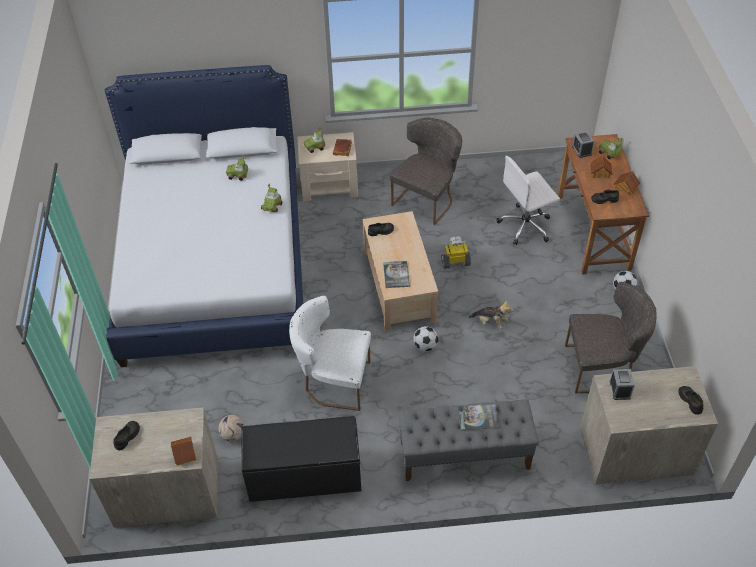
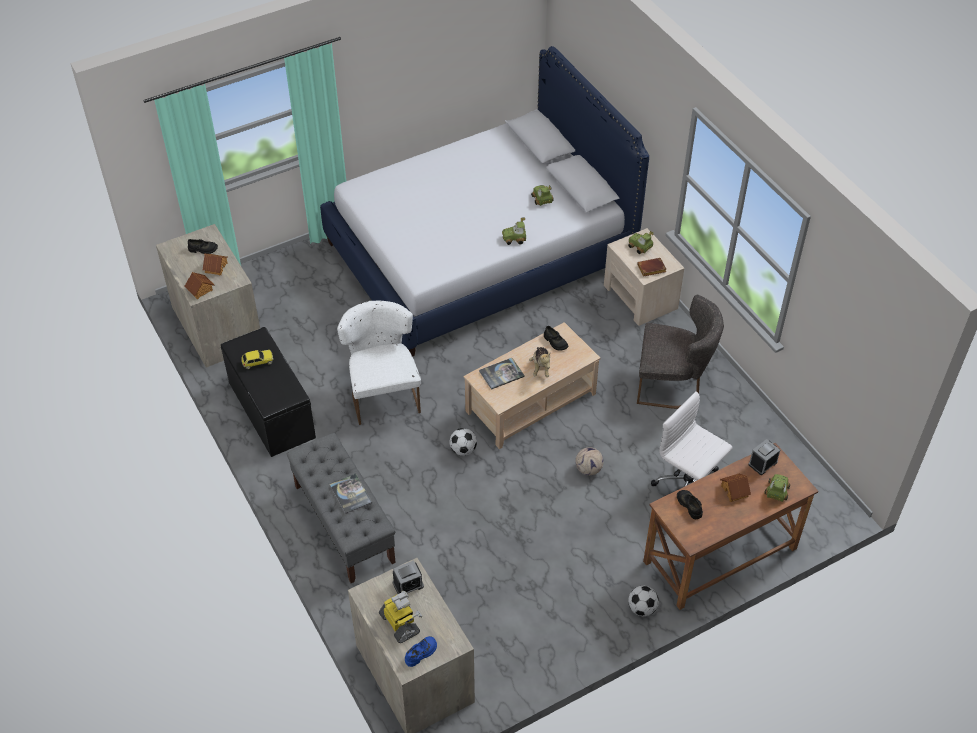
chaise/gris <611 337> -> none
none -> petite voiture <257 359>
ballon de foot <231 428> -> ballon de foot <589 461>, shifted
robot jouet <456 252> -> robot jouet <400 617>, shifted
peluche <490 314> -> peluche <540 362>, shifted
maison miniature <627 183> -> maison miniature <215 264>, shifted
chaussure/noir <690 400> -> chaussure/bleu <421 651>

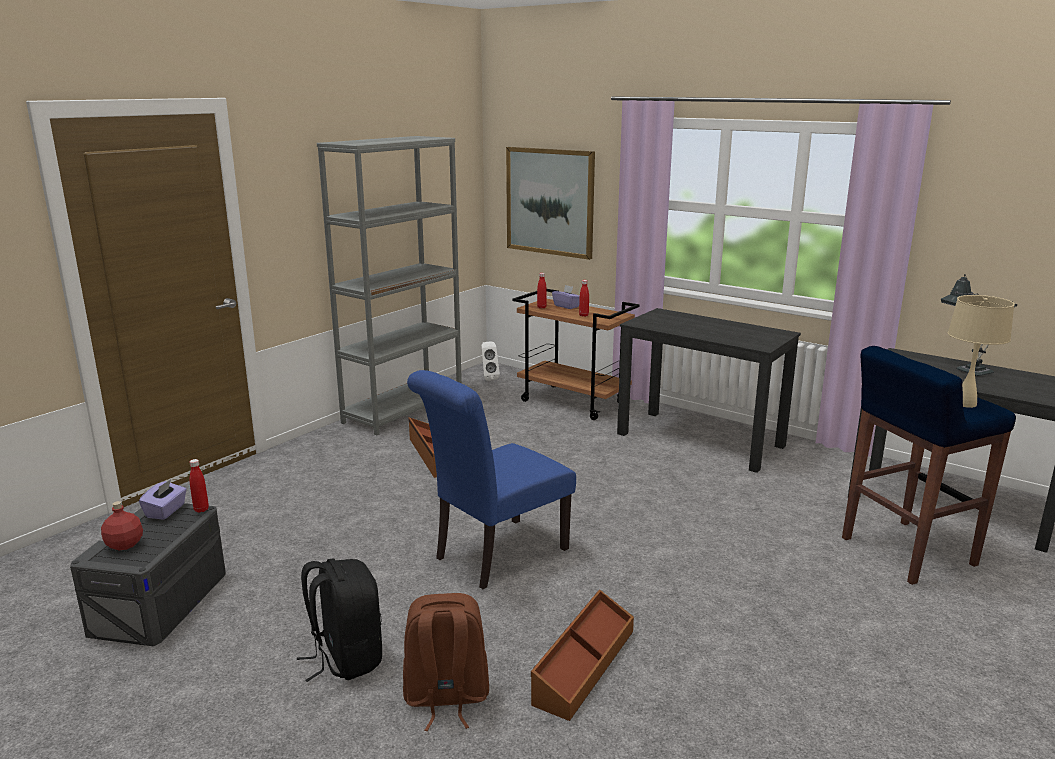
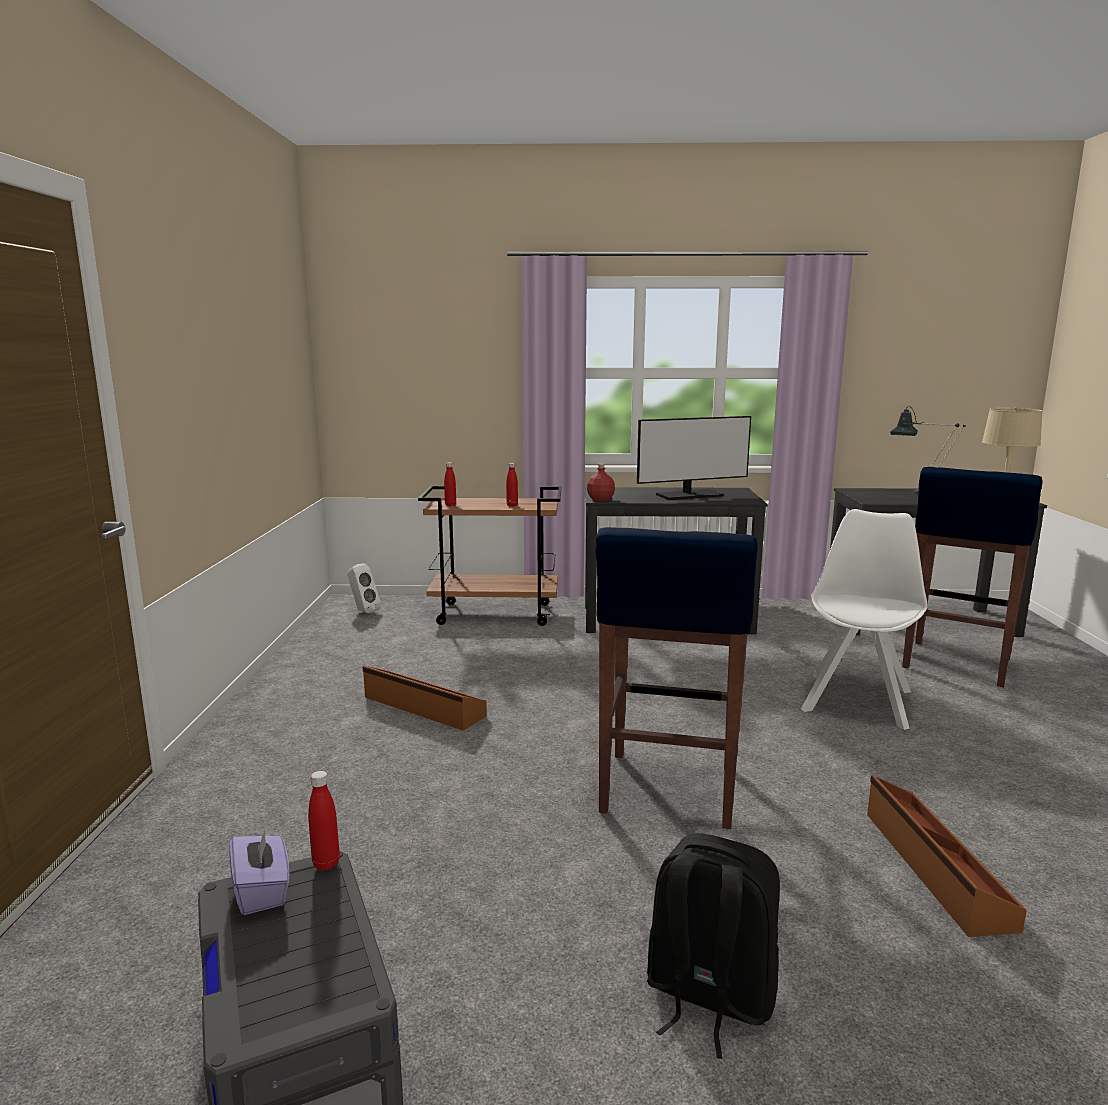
bibliothèque/gris <389 285> -> none
sac à dos/marron <446 662> -> none
tableau <550 203> -> none
boîte à mouchoirs/violet <566 297> -> none
none -> écran d'ordinateur <694 458>
none -> chaise/blanc <864 619>
bouteille/rouge <122 525> -> bouteille/rouge <601 482>, shifted
chaise/bleu <491 479> -> tabouret/bleu <677 678>

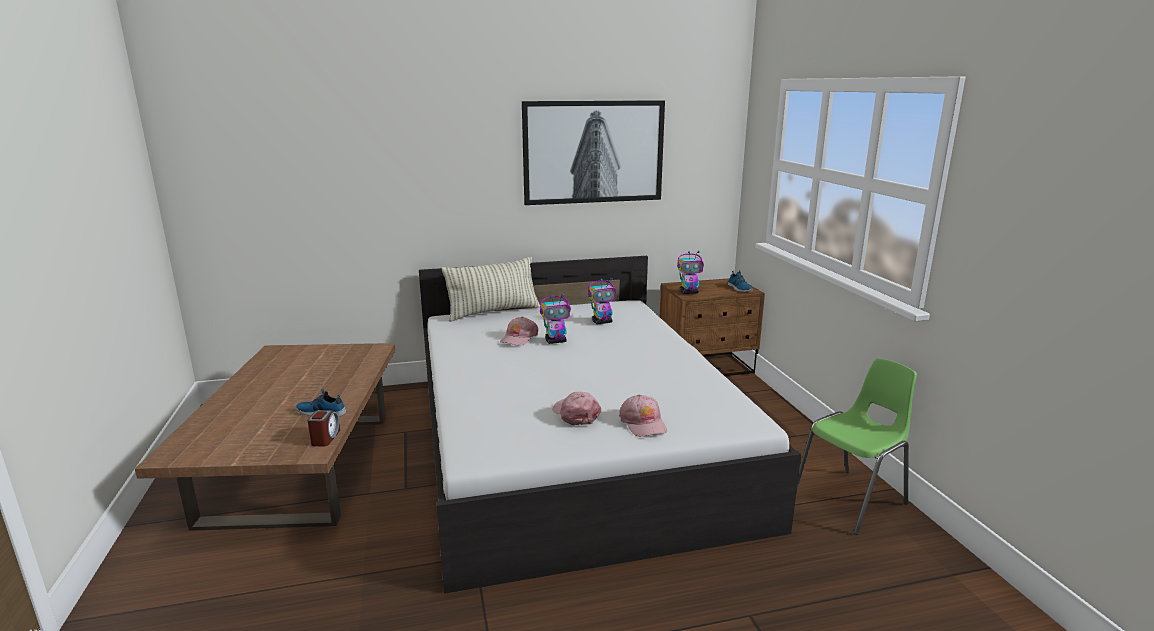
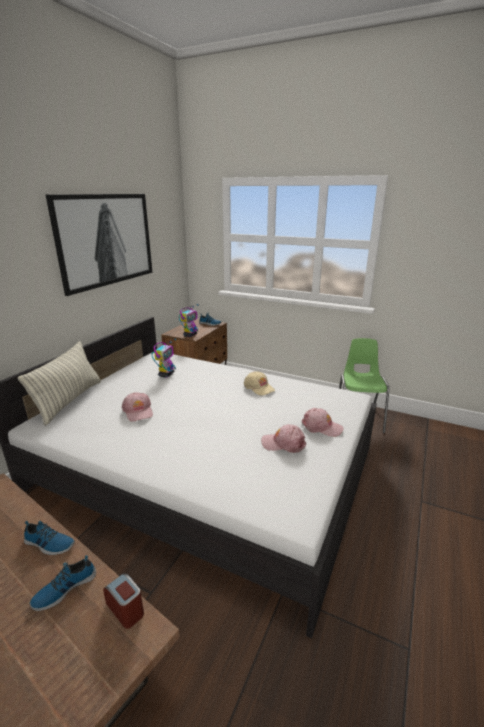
robot jouet <555 319> -> none
none -> chaussure <49 538>
none -> casquette/beige <259 383>

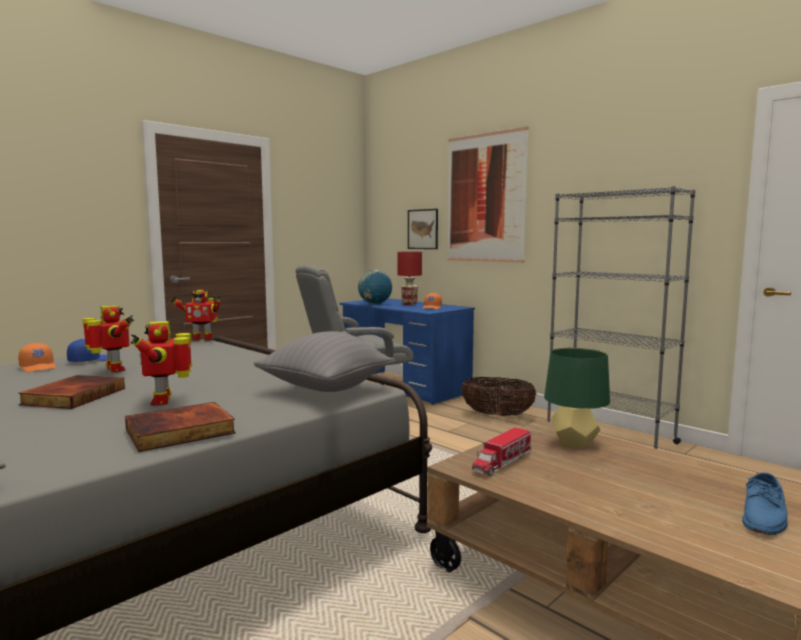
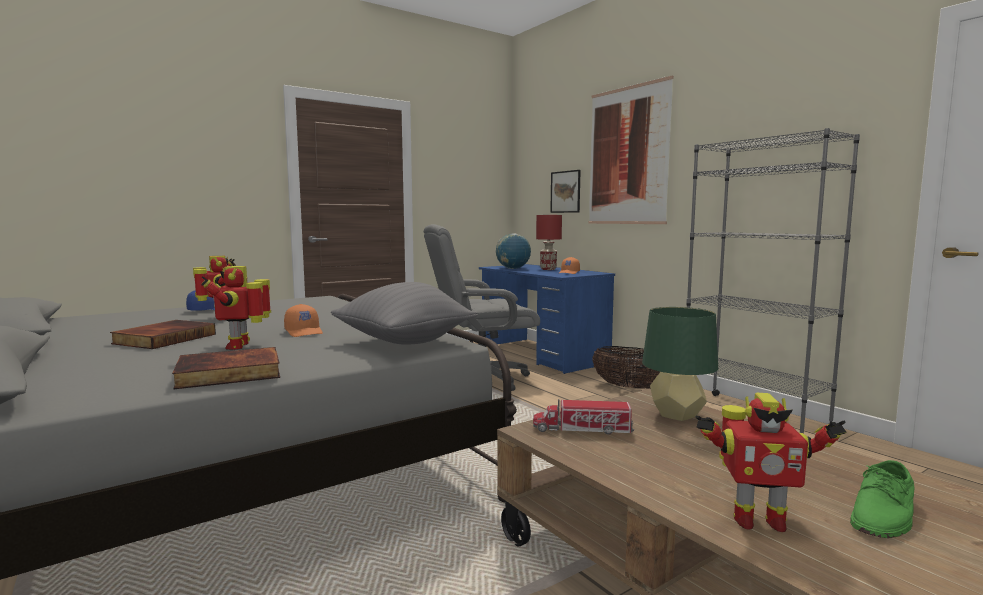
casquette/orange <37 357> -> casquette/orange <303 320>, shifted
robot jouet <195 315> -> robot jouet <770 462>, shifted
chaussure/bleu <765 503> -> chaussure/vert <882 499>
camion jouet <501 451> -> camion jouet <583 417>, 45 degrees clockwise

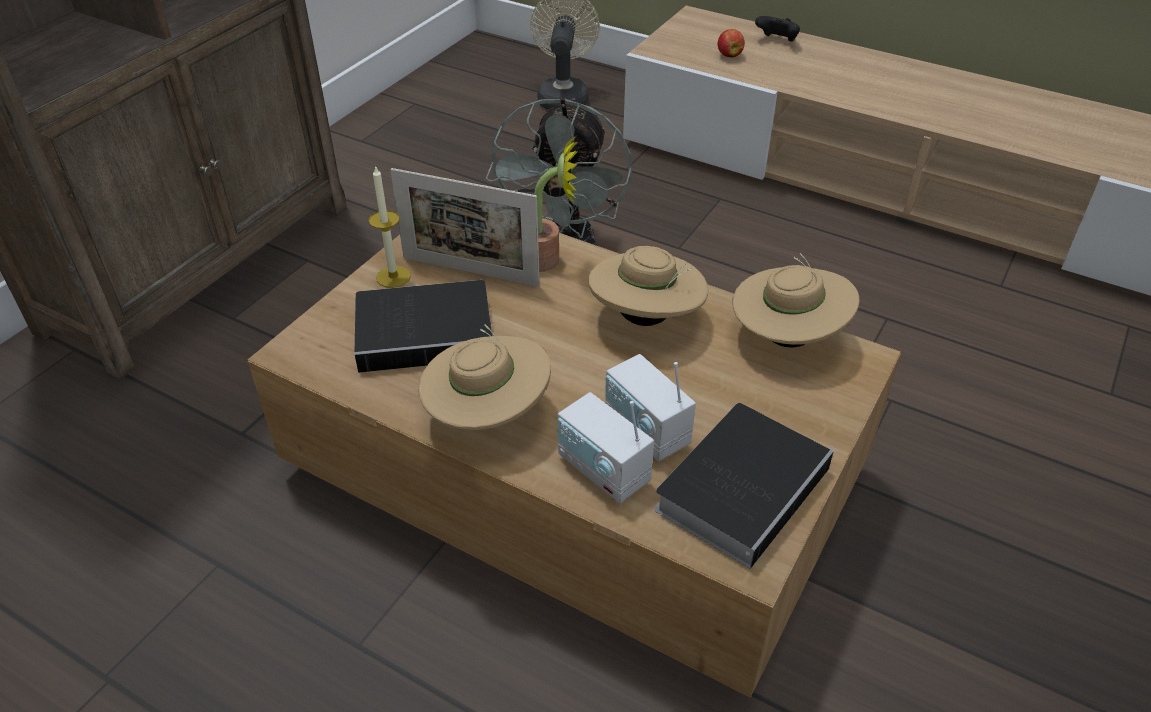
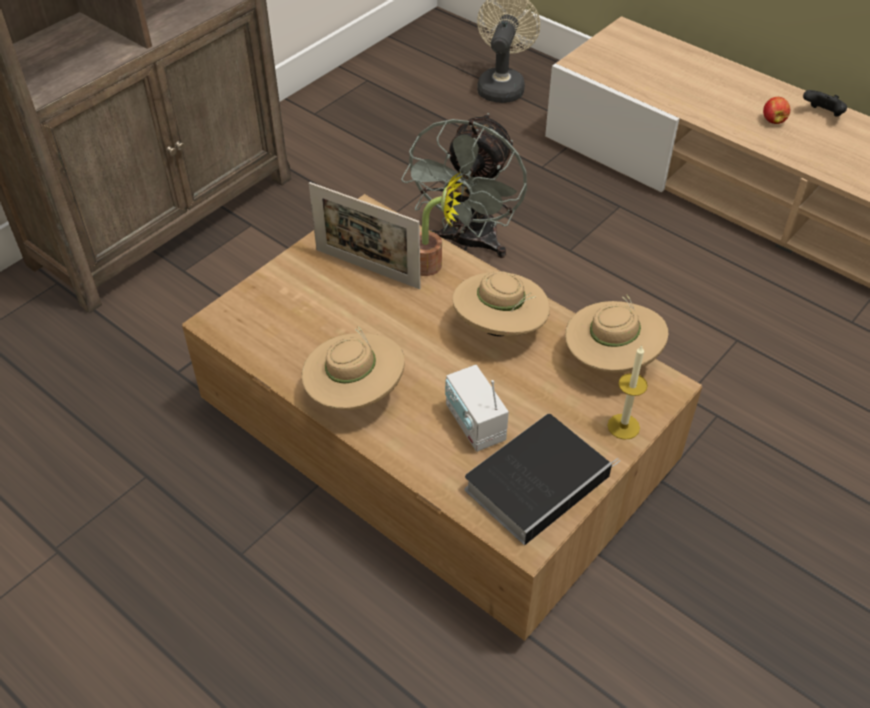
livre <423 326> -> none
radio <606 448> -> none
bougie <390 226> -> bougie <627 392>, shifted
pomme <731 43> -> pomme <776 110>, shifted
manette/noir <777 29> -> manette/noir <825 103>, shifted

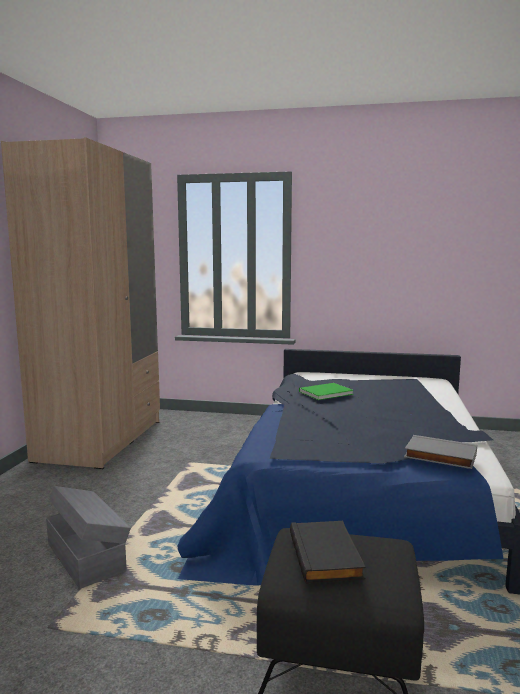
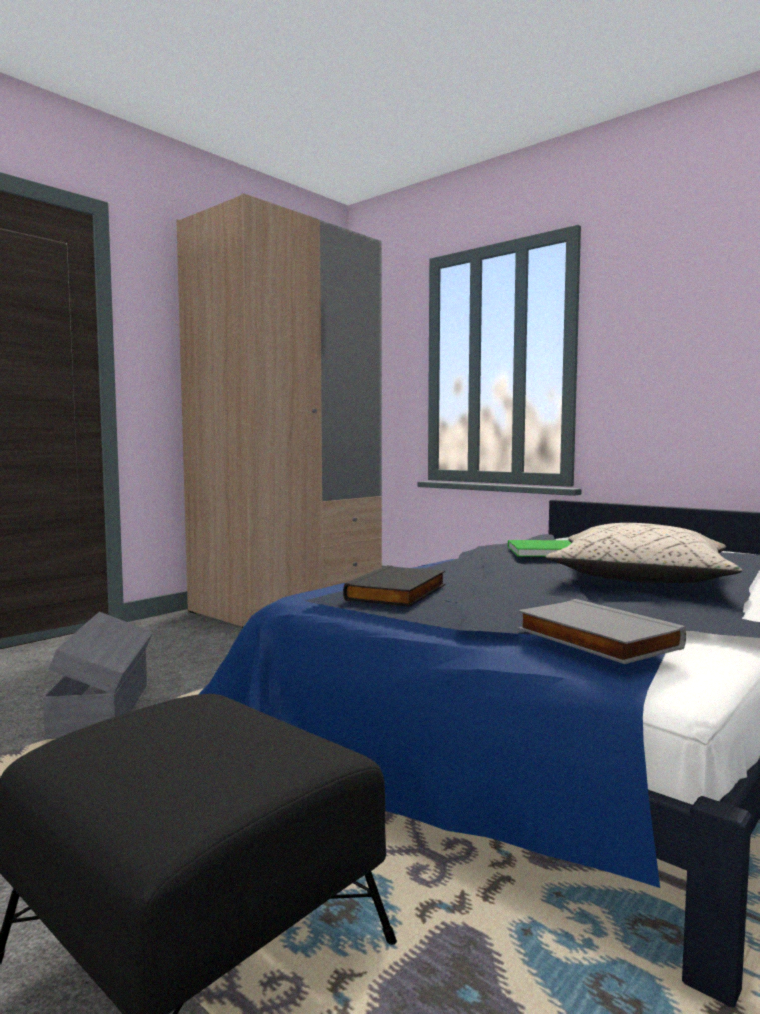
none -> coussin/beige <644 553>
livre/noir <327 552> -> livre/noir <394 586>, shifted

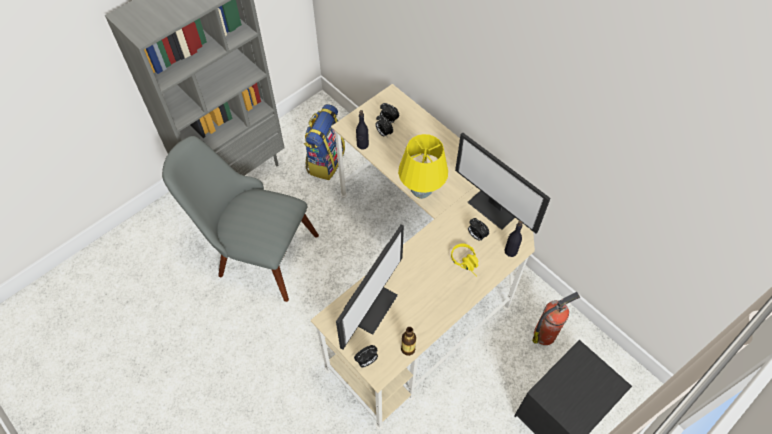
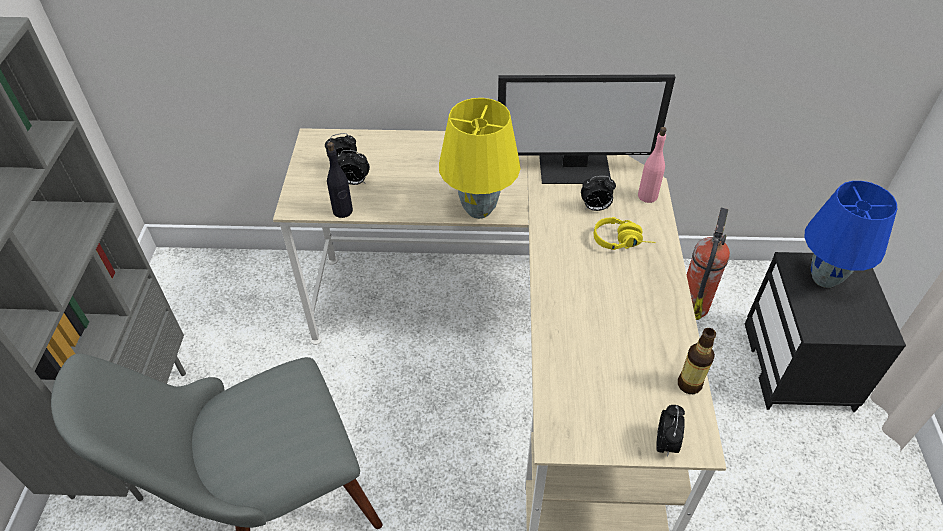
sac à dos <324 142> -> none
écran d'ordinateur <370 287> -> none
none -> lampe de table/bleu <850 234>
bouteille/noir <513 239> -> bouteille/rose <652 165>

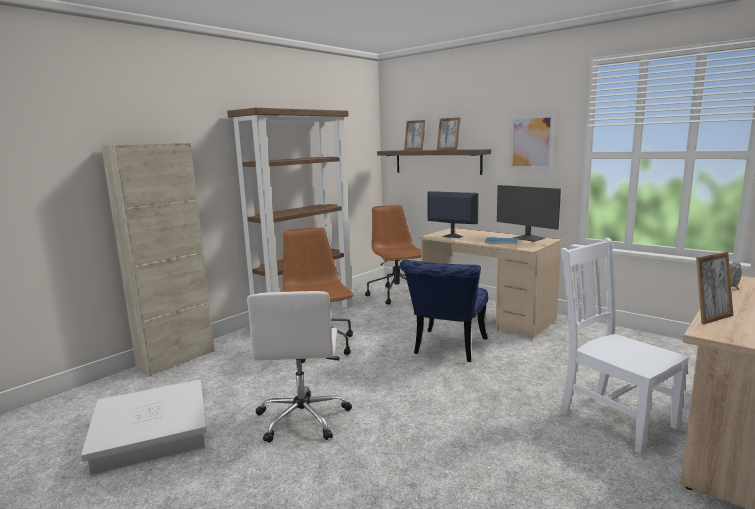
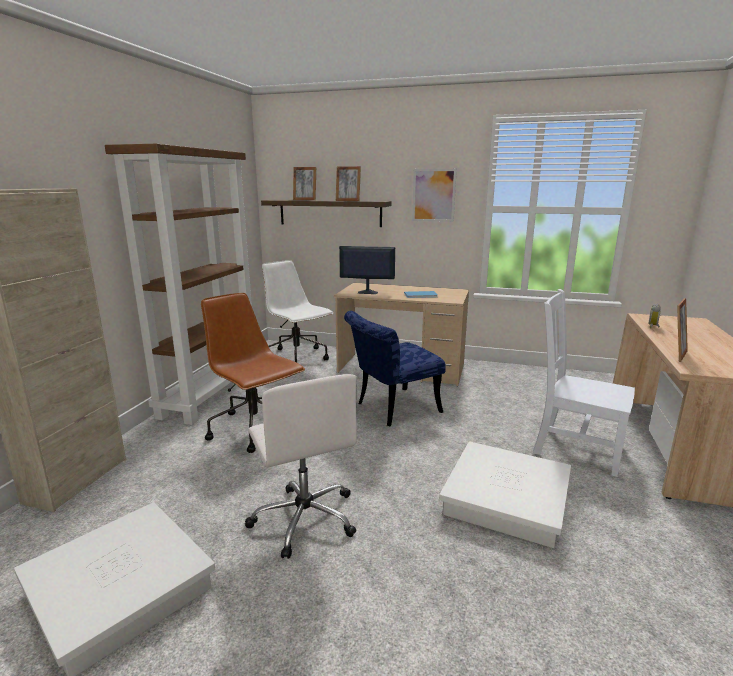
écran d'ordinateur <529 213> -> none
none -> boîte de rangement/blanc <505 494>
chaise de bureau/marron <393 255> -> chaise de bureau/blanc <298 311>
chaise/bleu <444 311> -> chaise/bleu <394 368>, 60 degrees clockwise

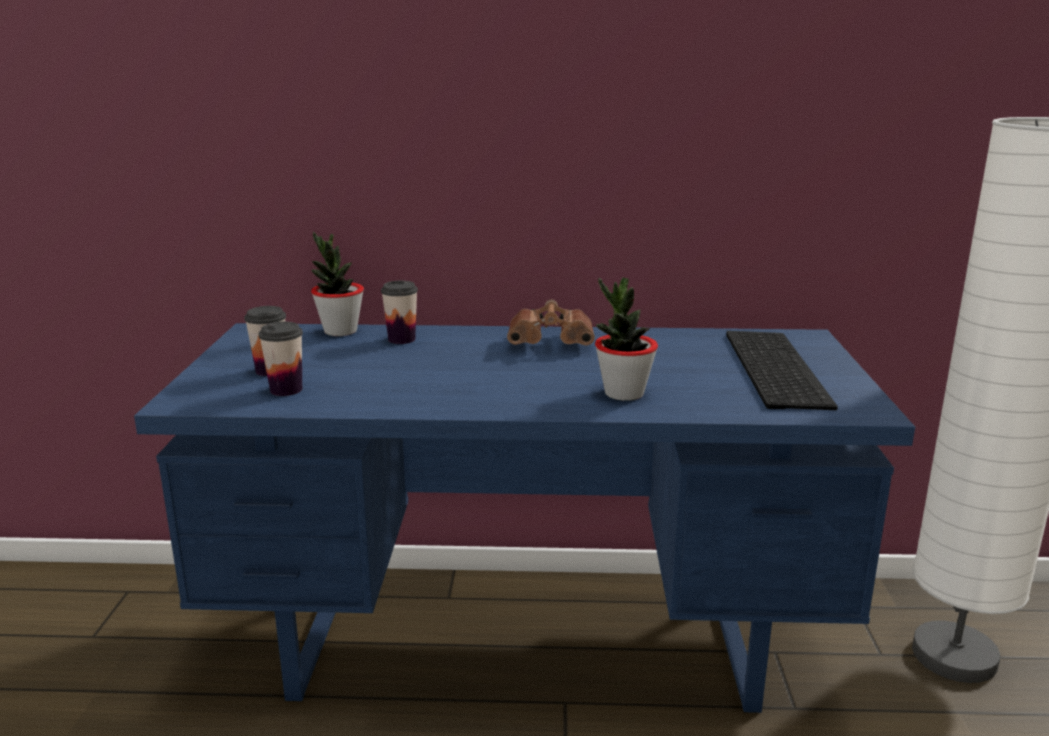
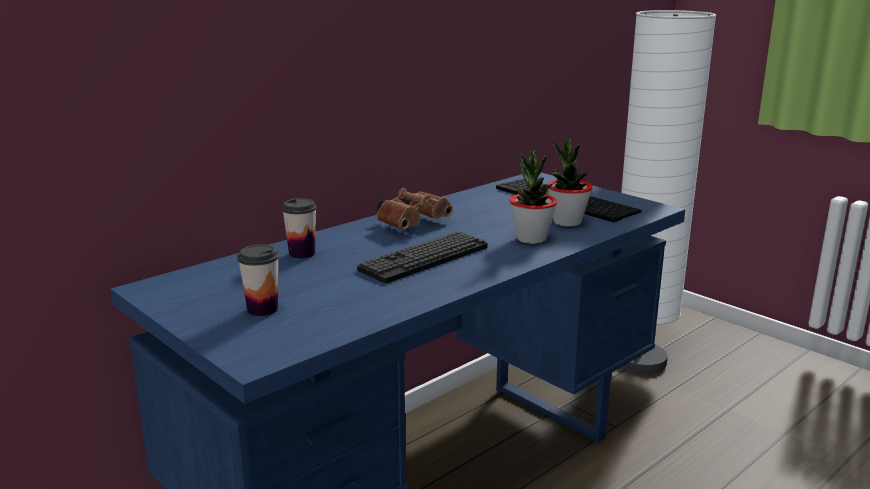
tasse <281 359> -> none
none -> clavier <422 257>
plante en pot <337 284> -> plante en pot <570 182>, shifted

